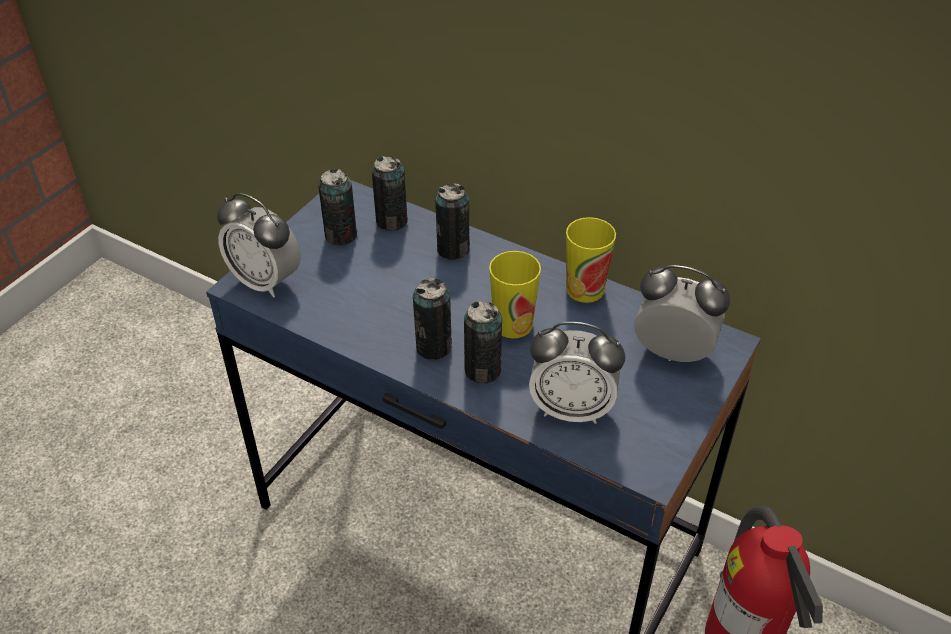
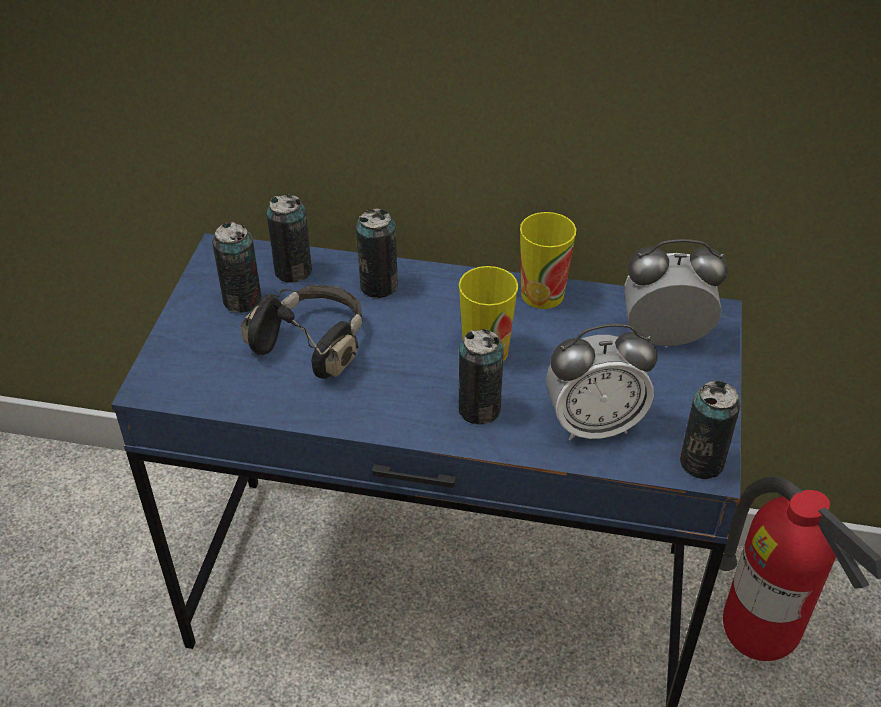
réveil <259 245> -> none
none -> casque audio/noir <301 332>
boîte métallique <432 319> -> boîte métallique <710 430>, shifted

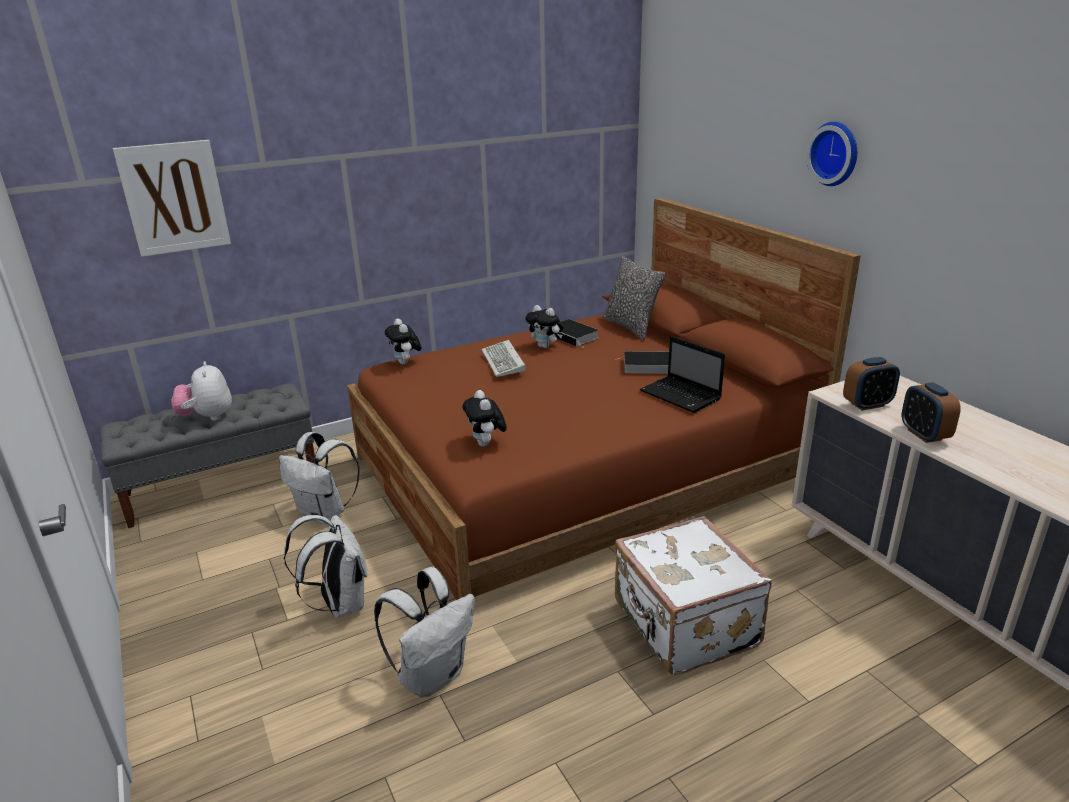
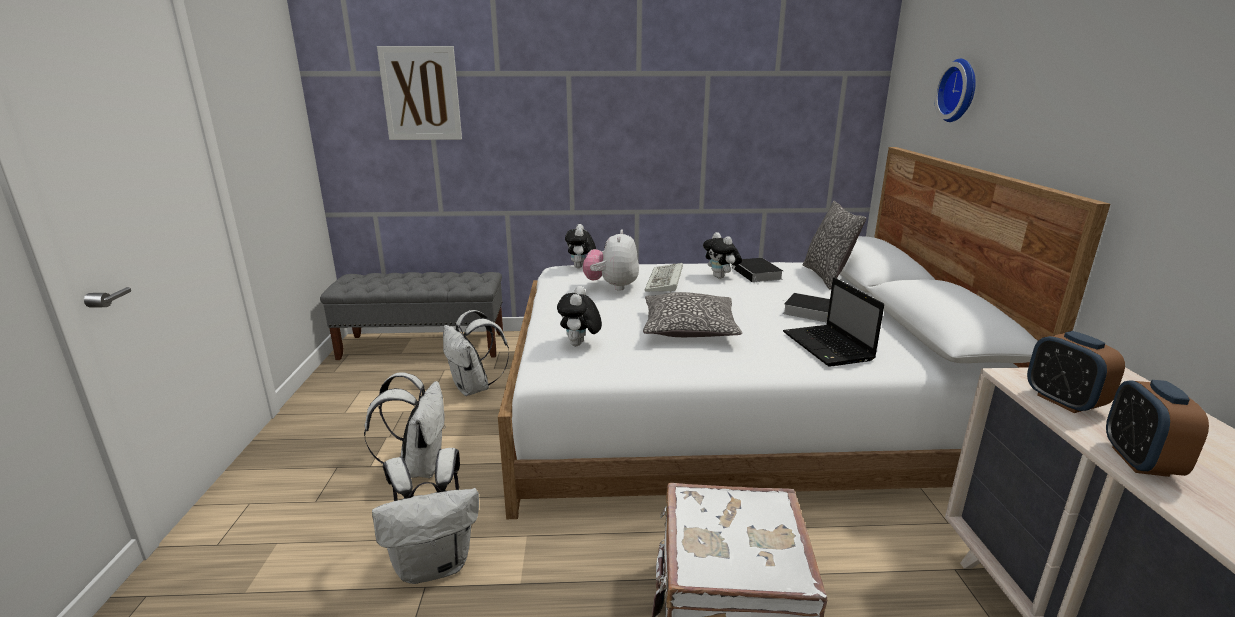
none -> coussin <692 314>
peluche <201 391> -> peluche <611 260>, shifted
horloge murale <831 154> -> horloge murale <955 90>, shifted
lit/marron <604 399> -> lit/blanc <804 333>
réveil <871 384> -> réveil <1076 372>, 60 degrees clockwise

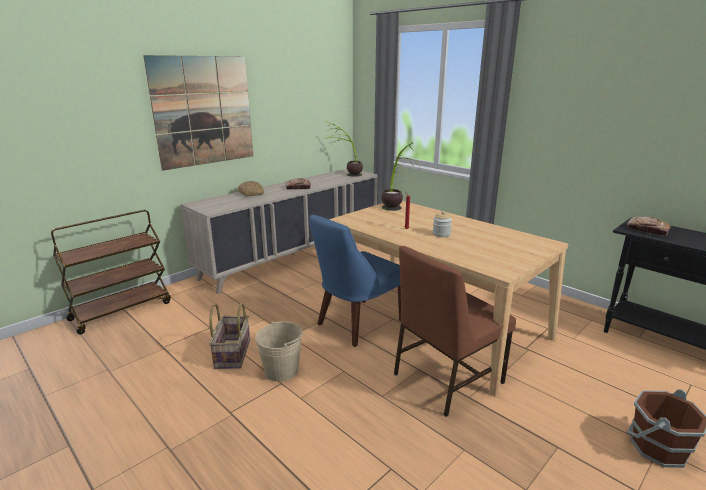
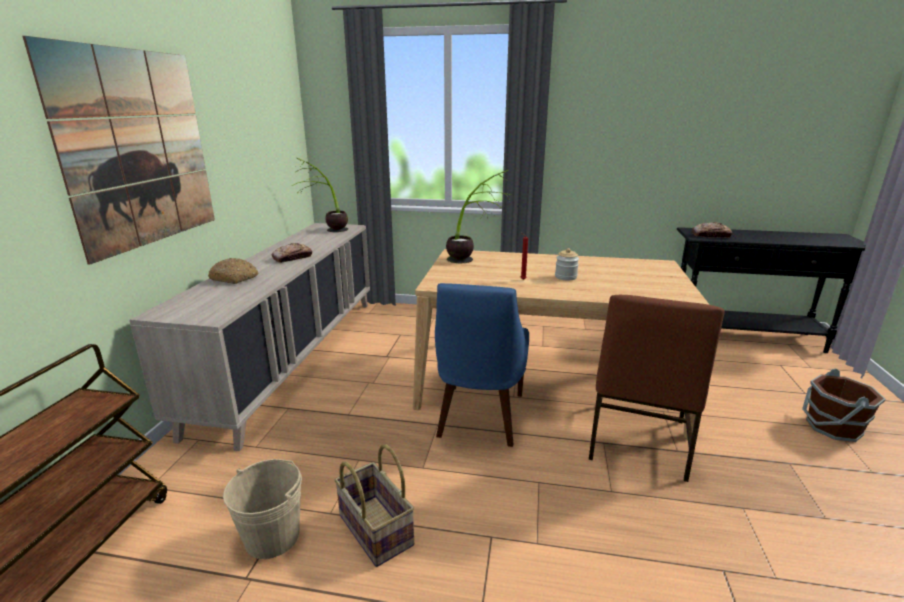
seau/beige <279 351> -> seau/beige <262 509>, shifted

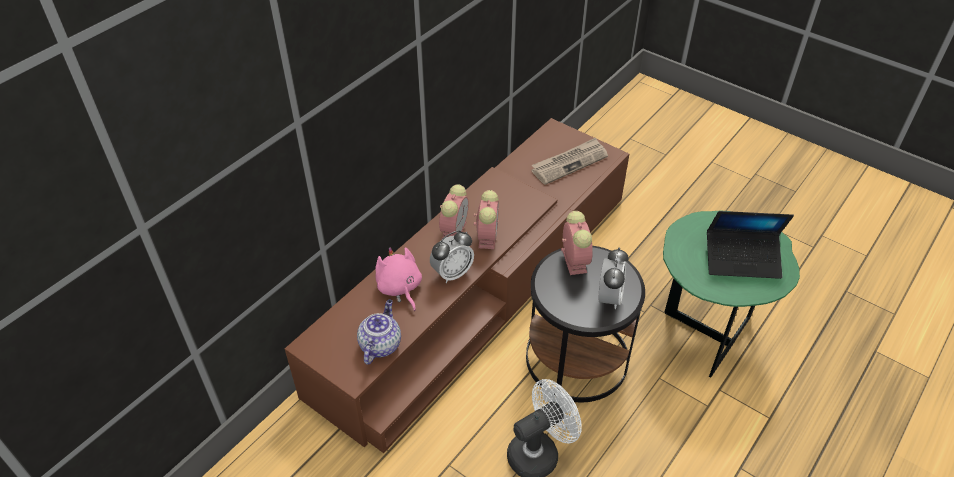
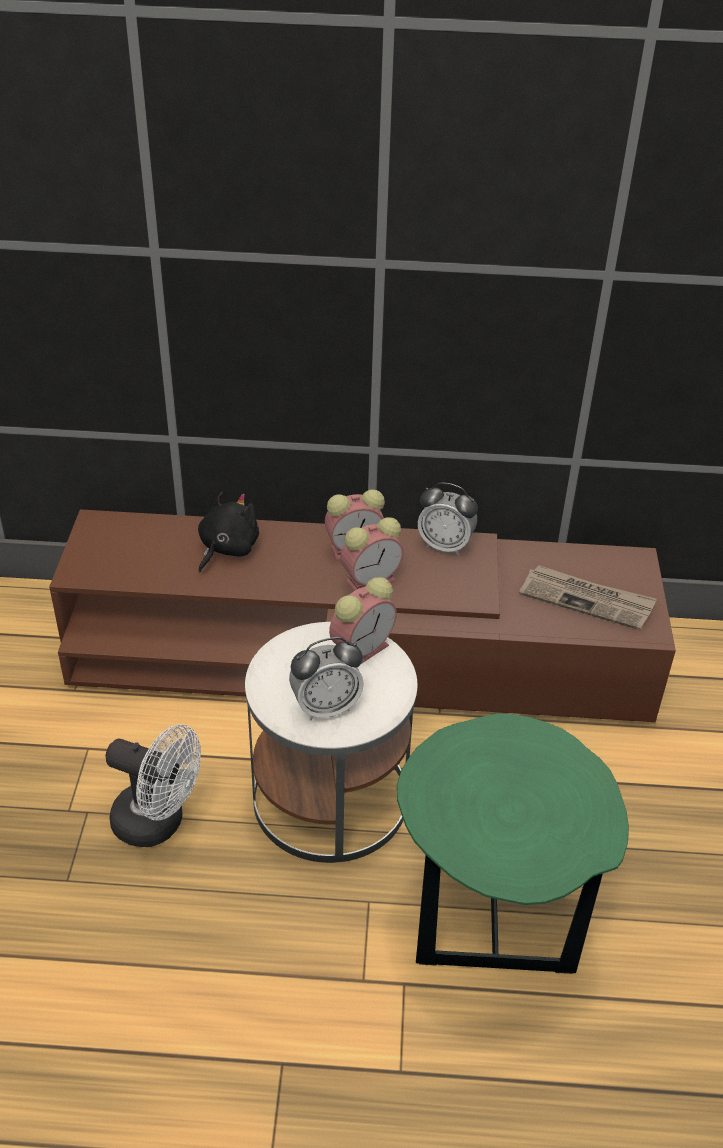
théière <379 331> -> none
ordinateur portable <750 245> -> none
réveil <452 256> -> réveil <448 519>, shifted
peluche/rose <398 279> -> peluche/noir <228 532>
table d'appoint/noir <585 324> -> table d'appoint/blanc <331 742>

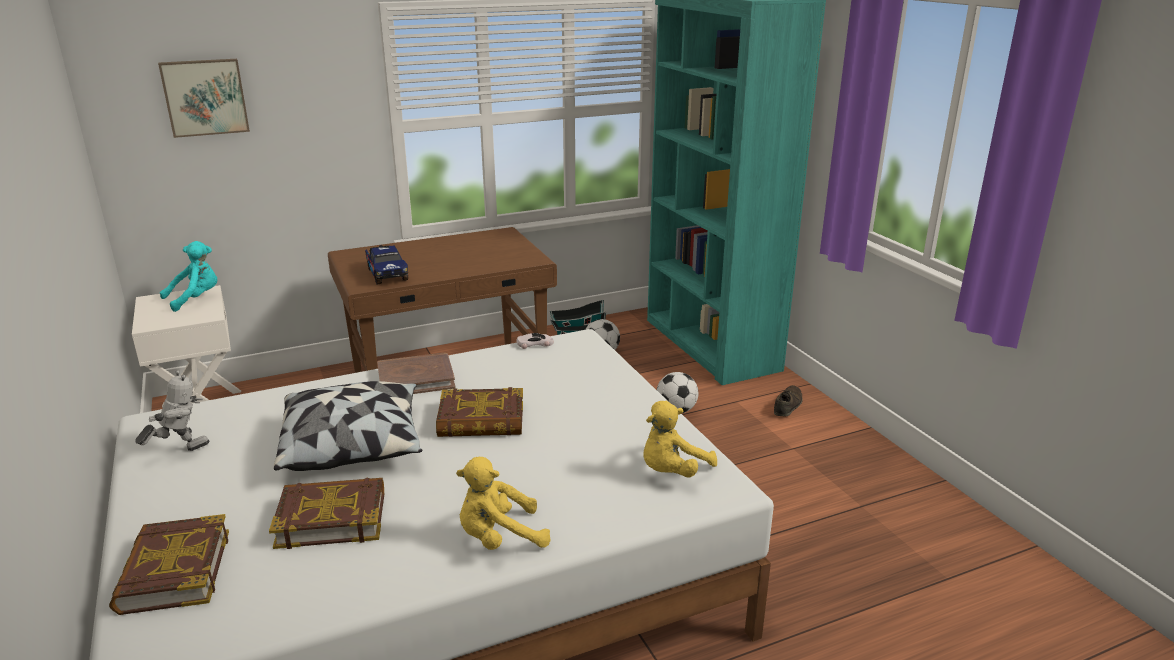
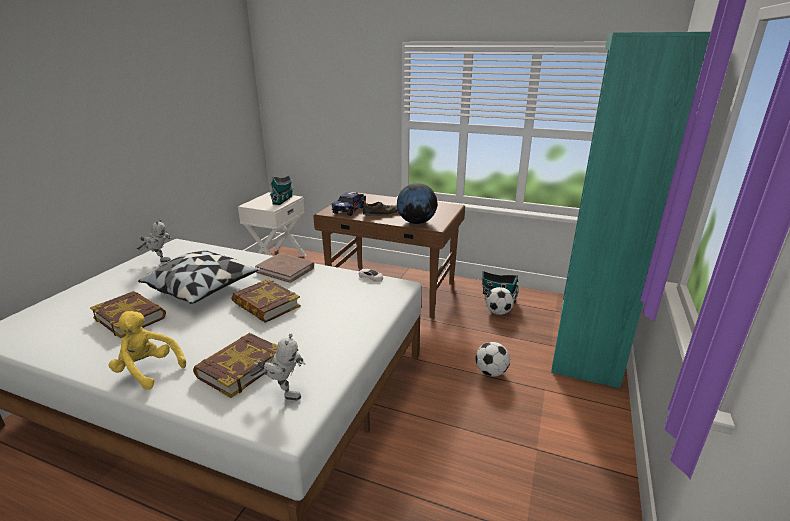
tableau <204 98> -> none
none -> globe <417 203>
livre <169 564> -> livre <235 365>, shifted
chaussure/marron <788 400> -> chaussure/marron <380 209>, shifted
peluche/turquoise <188 276> -> maison miniature <281 190>
peluche/jaune <680 439> -> robot jouet <277 367>

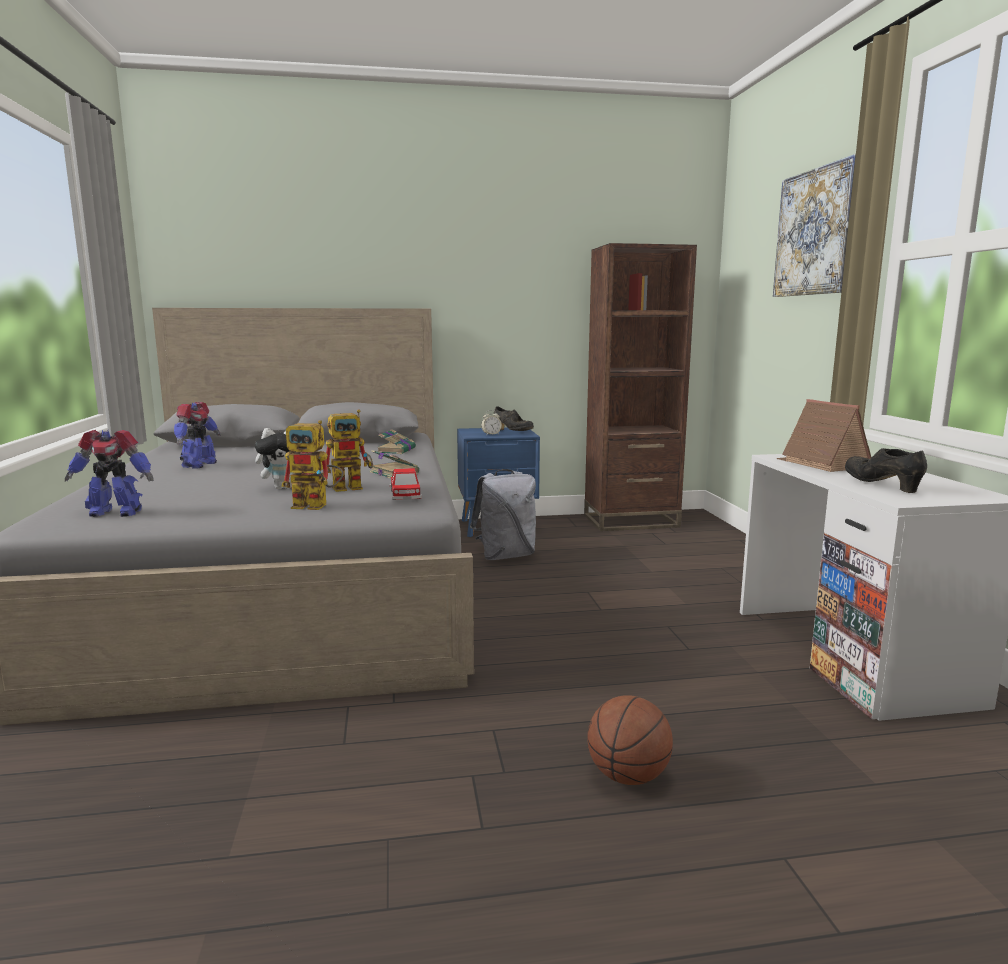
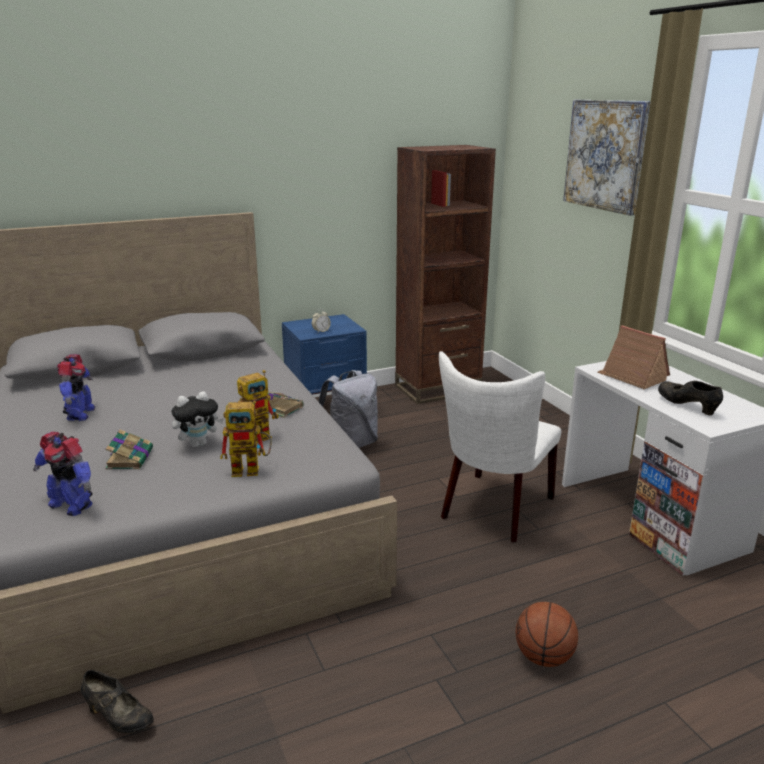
petite voiture <406 484> -> none
none -> chaise/blanc <500 446>
livre <396 441> -> livre <129 449>, shifted
chaussure/noir <513 418> -> chaussure/noir <117 701>, shifted
robot jouet <109 473> -> robot jouet <63 474>, 45 degrees clockwise

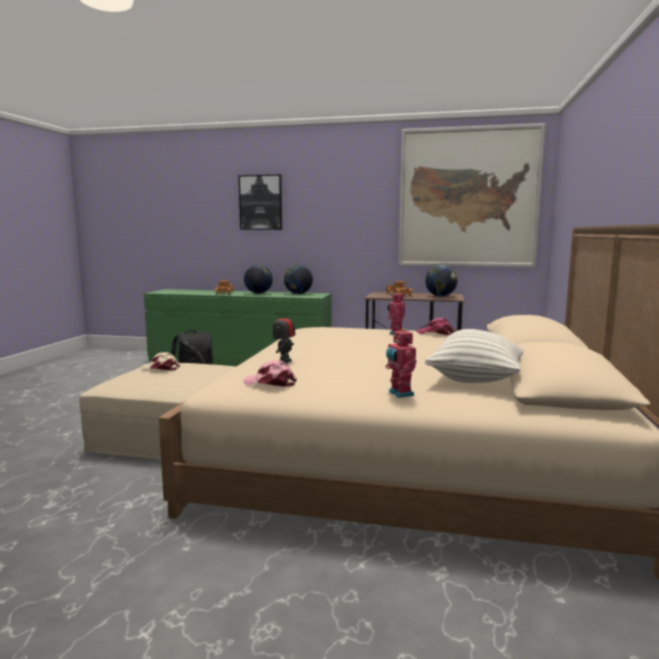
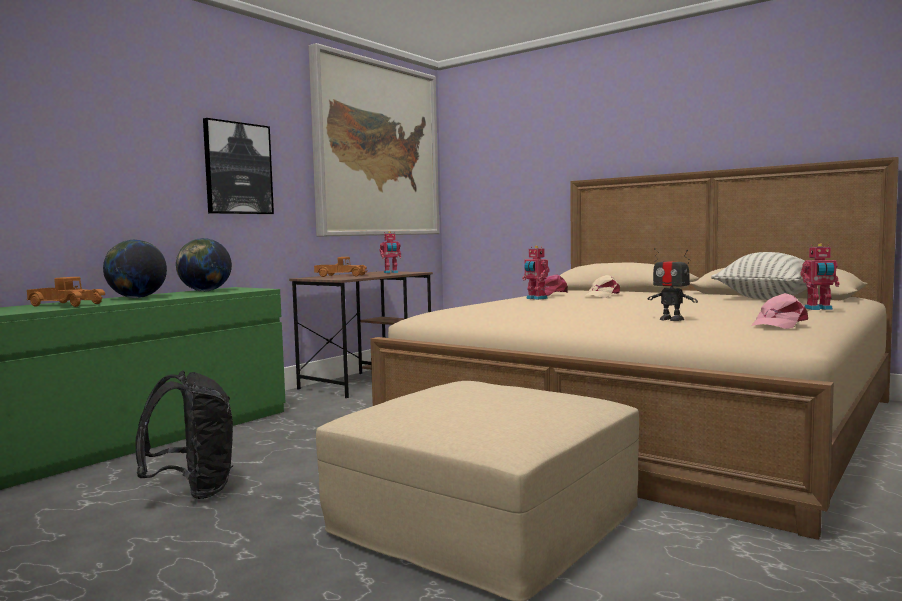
casquette/beige <160 361> -> casquette/beige <602 286>, shifted
tableau <260 202> -> tableau <238 166>, shifted
globe <441 281> -> robot jouet <390 252>

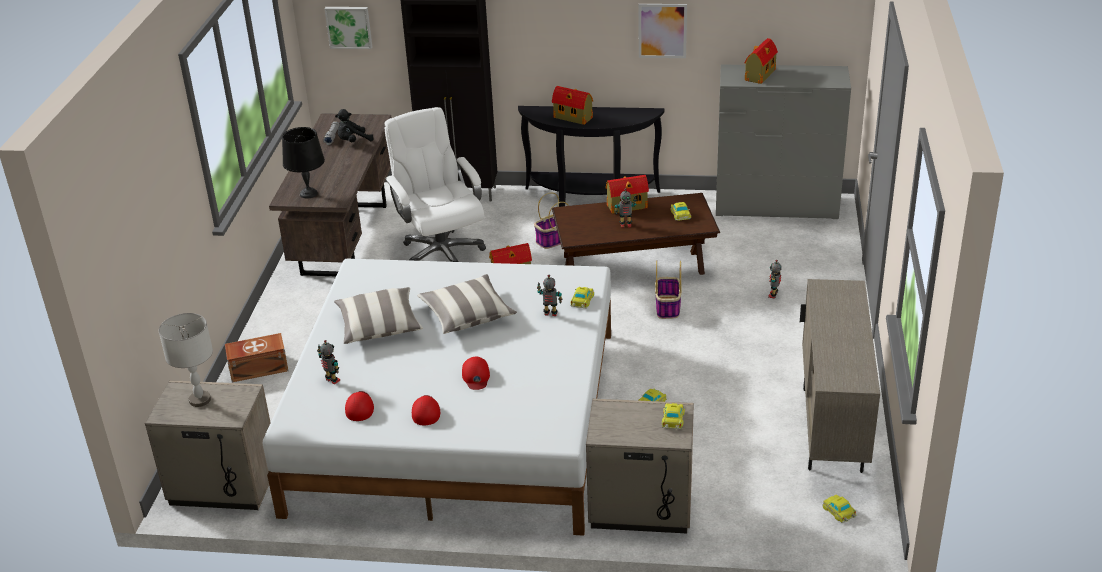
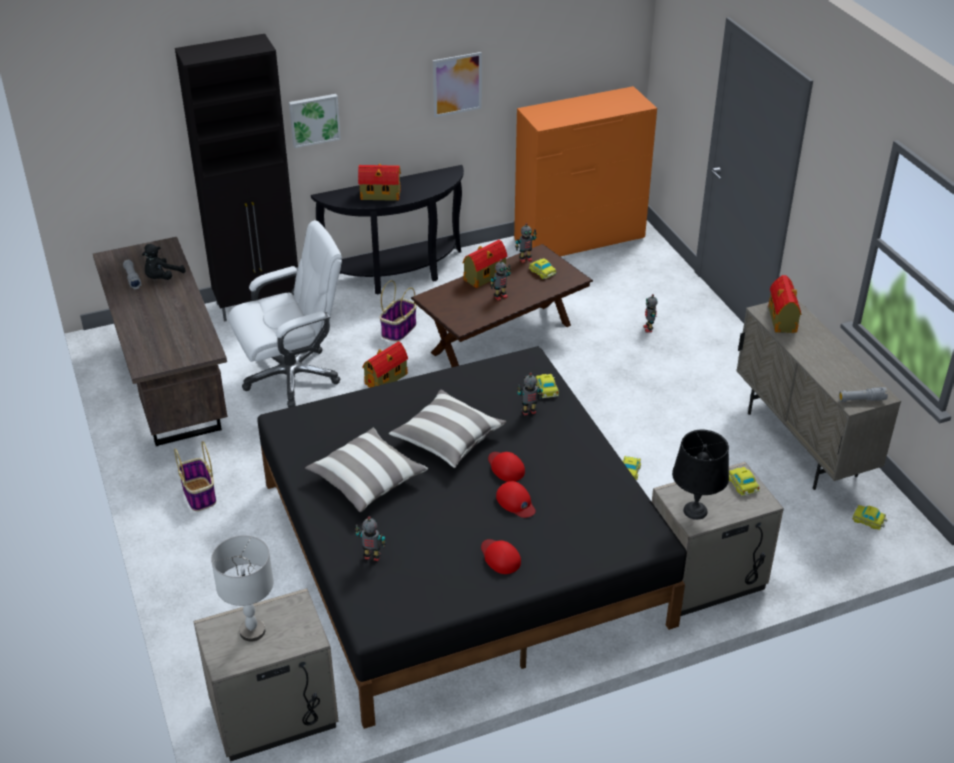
boîte de rangement/marron <256 357> -> none
none -> robot jouet <526 243>
none -> lampe de poche/gris <863 394>
lampe de table/noir <303 162> -> lampe de table/noir <700 475>, shifted
tableau <348 28> -> tableau <315 121>, shifted
casquette/rouge <359 406> -> casquette/rouge <506 467>, shifted
panier <668 289> -> panier <195 476>, shifted
maison miniature <761 61> -> maison miniature <784 304>, shifted
lit/blanc <437 397> -> lit/noir <472 538>
commode/gris <783 141> -> commode/orange <585 171>
chaise de bureau/blanc <435 184> -> chaise de bureau/blanc <285 314>, 120 degrees clockwise

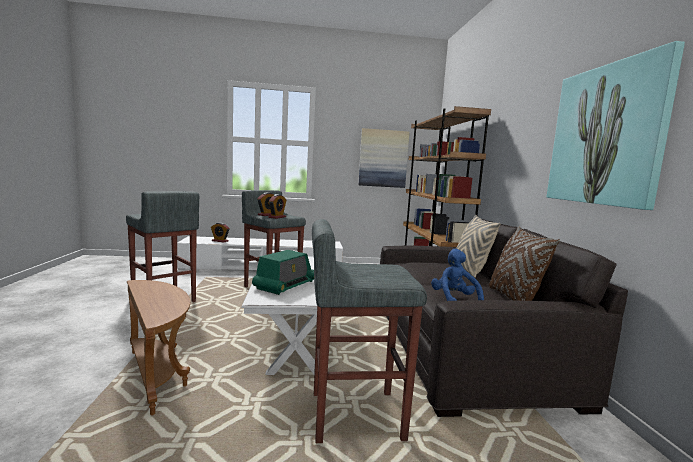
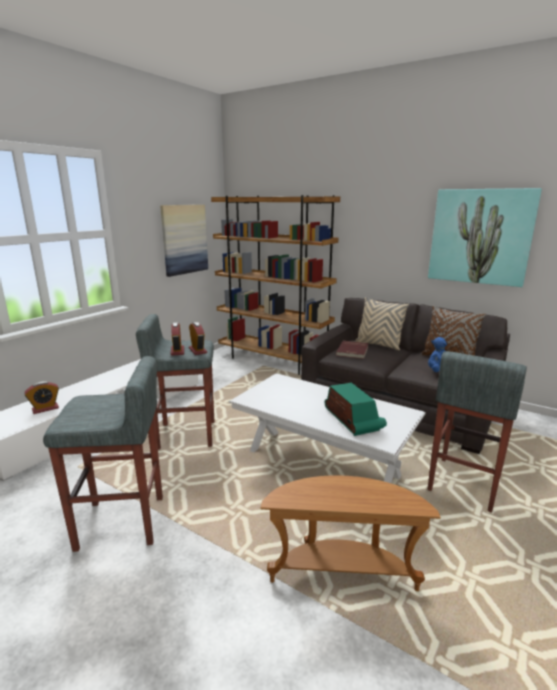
none -> livre/rouge <352 350>

